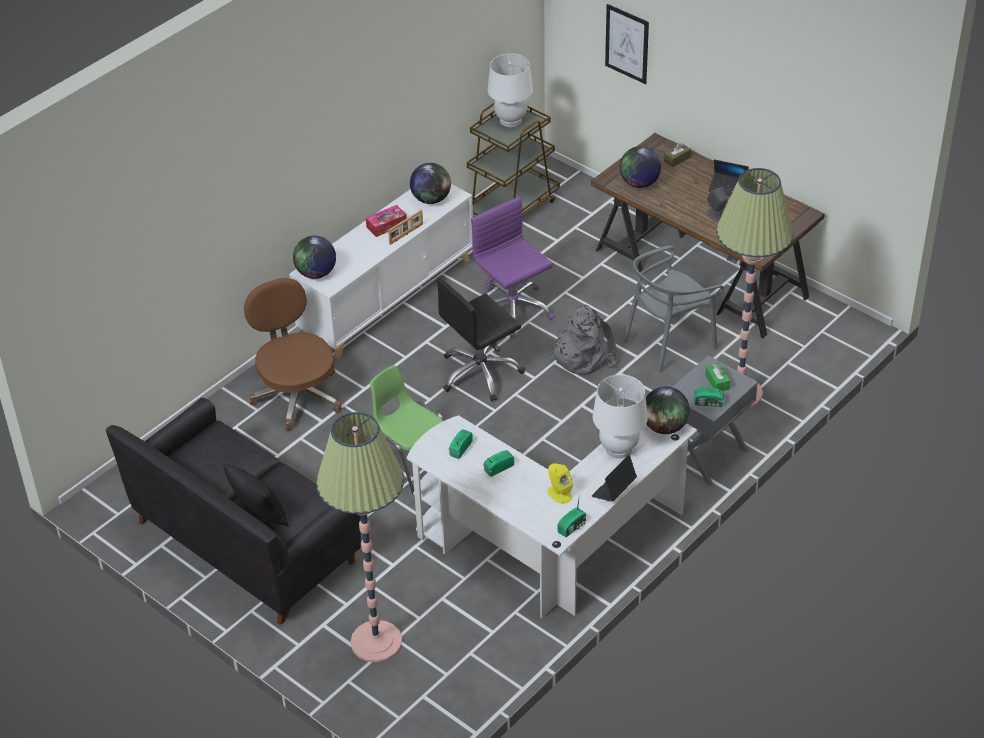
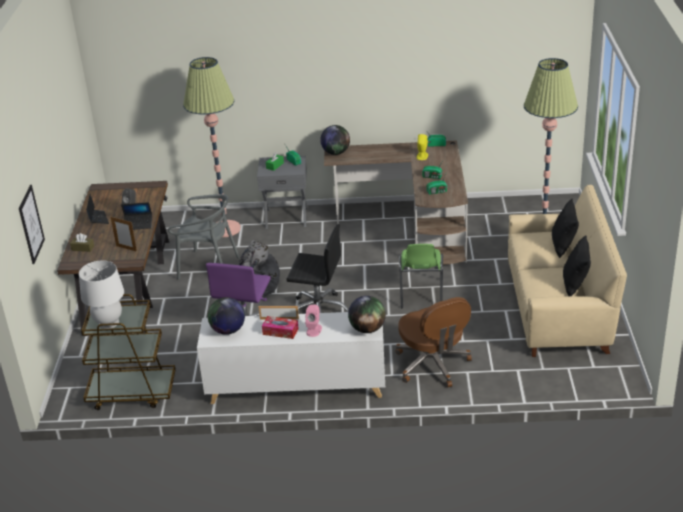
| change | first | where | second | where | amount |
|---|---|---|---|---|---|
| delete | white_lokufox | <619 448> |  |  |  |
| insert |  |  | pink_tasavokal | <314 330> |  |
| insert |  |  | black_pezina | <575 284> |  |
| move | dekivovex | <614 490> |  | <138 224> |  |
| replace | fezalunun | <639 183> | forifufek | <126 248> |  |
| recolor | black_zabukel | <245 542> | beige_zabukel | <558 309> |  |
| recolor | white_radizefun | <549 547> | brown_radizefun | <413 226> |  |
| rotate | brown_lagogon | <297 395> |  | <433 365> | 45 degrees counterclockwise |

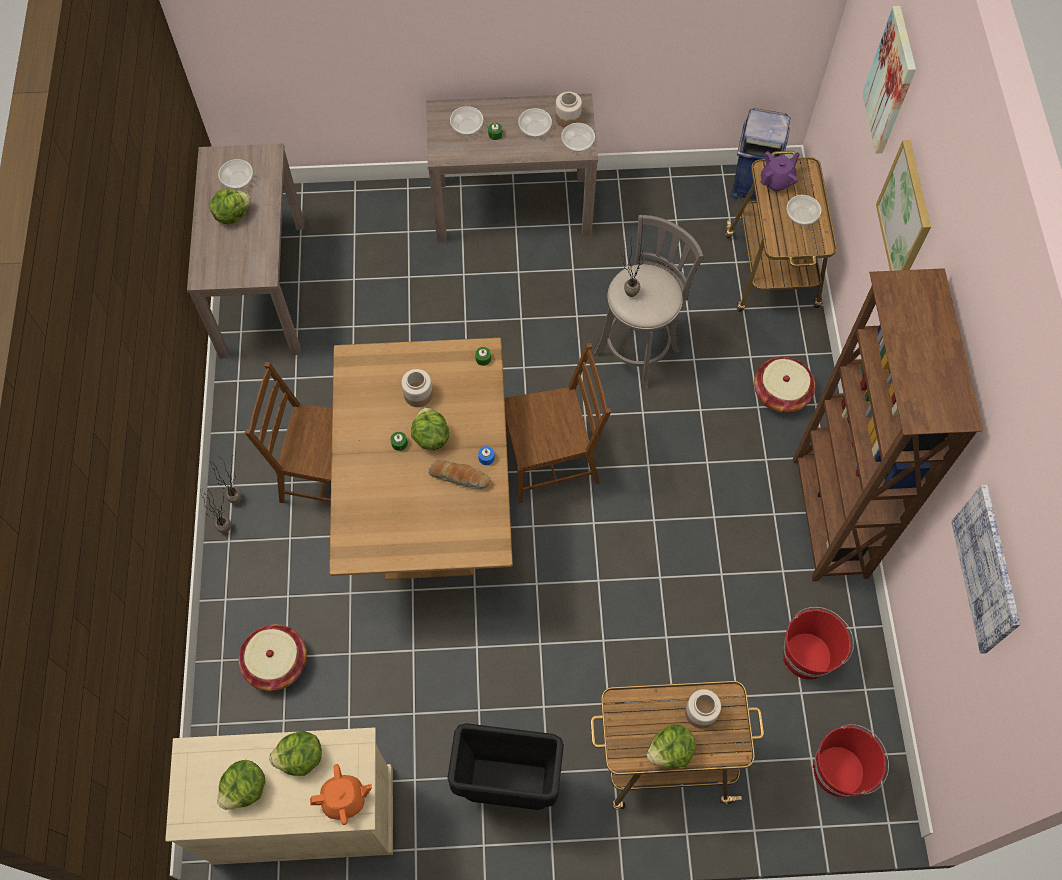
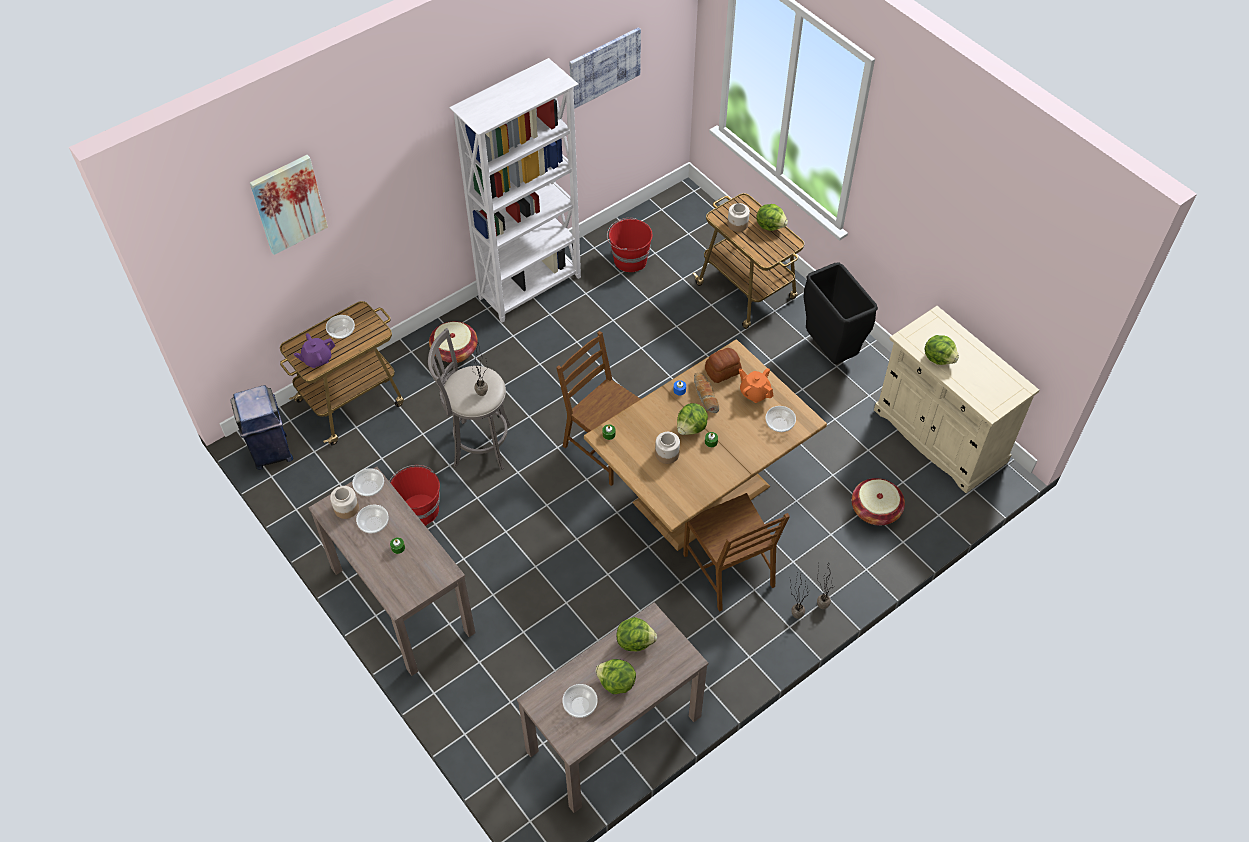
| change | first | where | second | where | amount |
|---|---|---|---|---|---|
| delete | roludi | <905 215> |  |  |  |
| insert |  |  | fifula | <723 371> |  |
| move | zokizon | <246 789> |  | <635 641> |  |
| move | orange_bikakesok | <344 799> |  | <754 393> |  |
| move | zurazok | <467 127> |  | <779 424> |  |
| move | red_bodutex | <840 770> |  | <419 509> |  |
| recolor | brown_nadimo | <828 518> | white_nadimo | <531 288> |  |
| rotate | purple_bikakesok | <777 181> |  | <317 359> | 45 degrees counterclockwise |

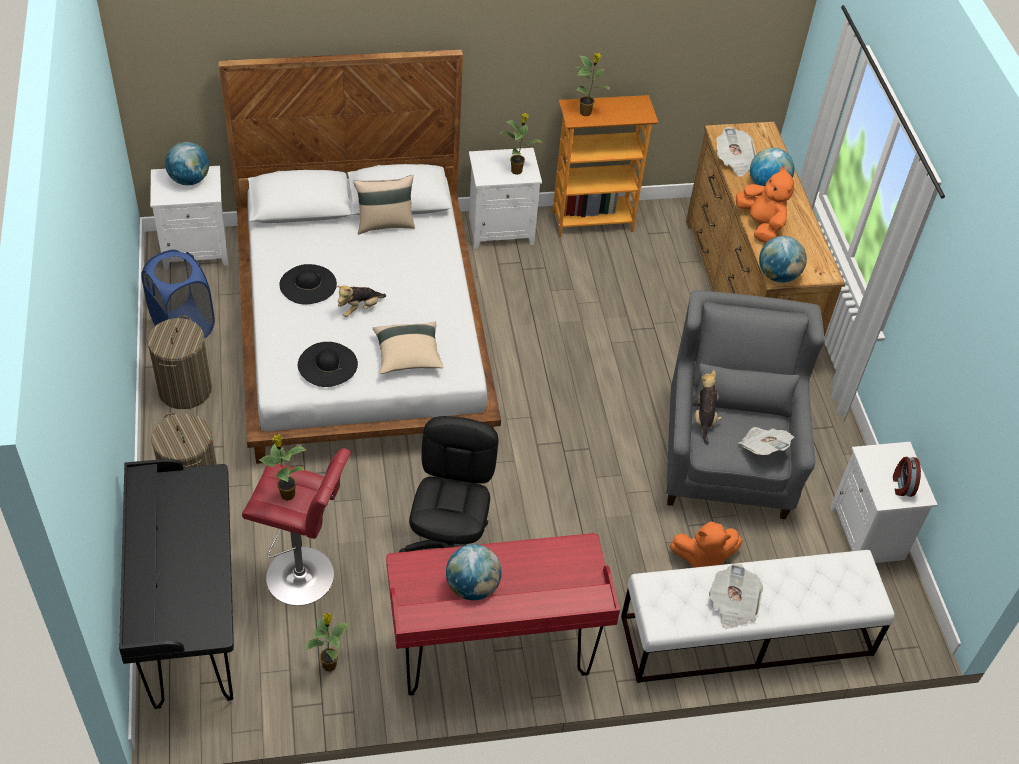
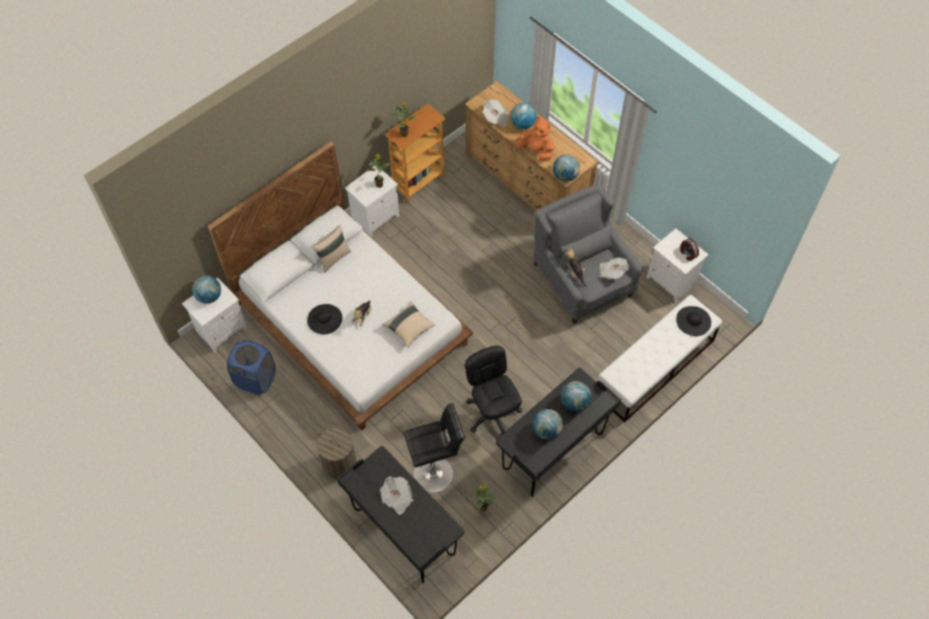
| change | first | where | second | where | amount |
|---|---|---|---|---|---|
| delete | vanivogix | <185 389> |  |  |  |
| delete | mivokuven | <286 494> |  |  |  |
| delete | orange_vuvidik | <702 557> |  |  |  |
| insert |  |  | fezalunun | <574 402> |  |
| move | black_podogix | <327 364> |  | <693 321> |  |
| move | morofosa | <732 605> |  | <397 498> |  |
| recolor | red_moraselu | <305 577> | black_moraselu | <436 472> |  |
| recolor | red_radizefun | <493 656> | black_radizefun | <553 452> |  |

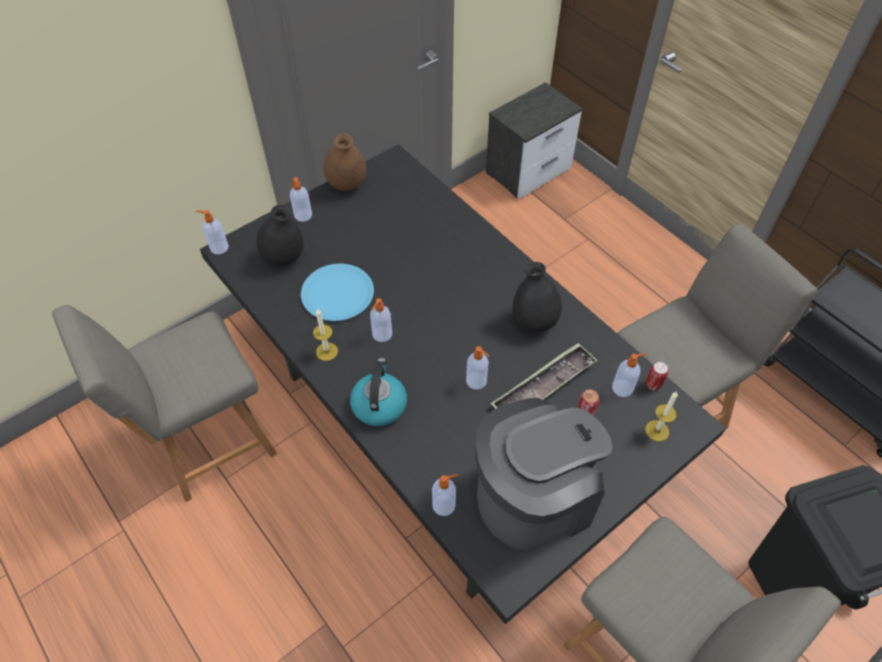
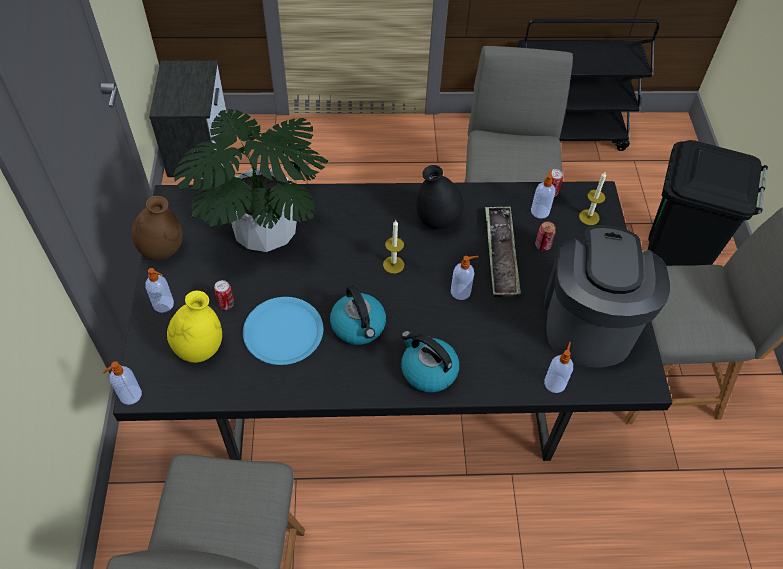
| change | first | where | second | where | amount |
|---|---|---|---|---|---|
| insert |  |  | mivokuven | <266 231> |  |
| insert |  |  | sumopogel | <226 304> |  |
| move | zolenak | <327 351> |  | <393 264> |  |
| replace | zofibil | <382 335> | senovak | <359 326> |  |
| recolor | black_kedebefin | <284 258> | yellow_kedebefin | <200 348> |  |

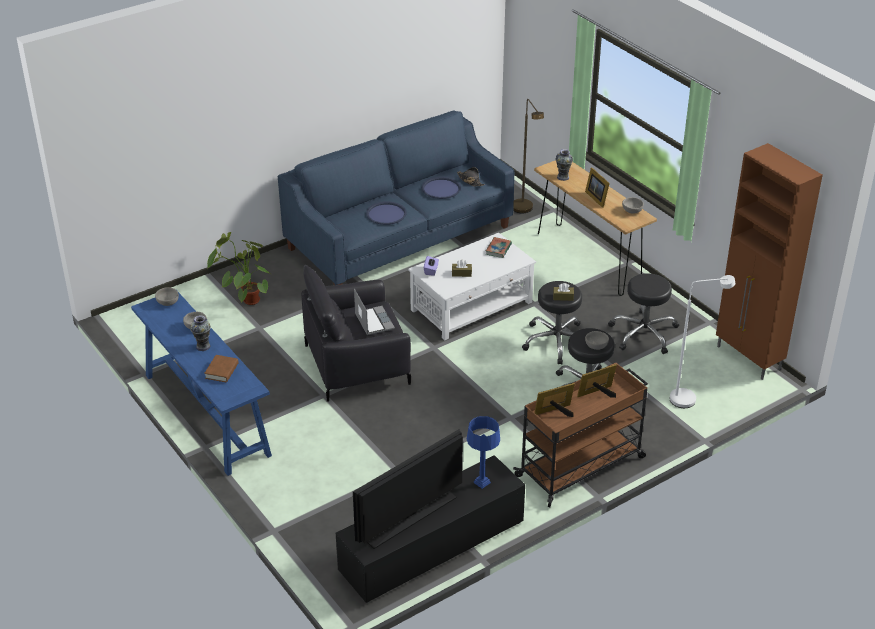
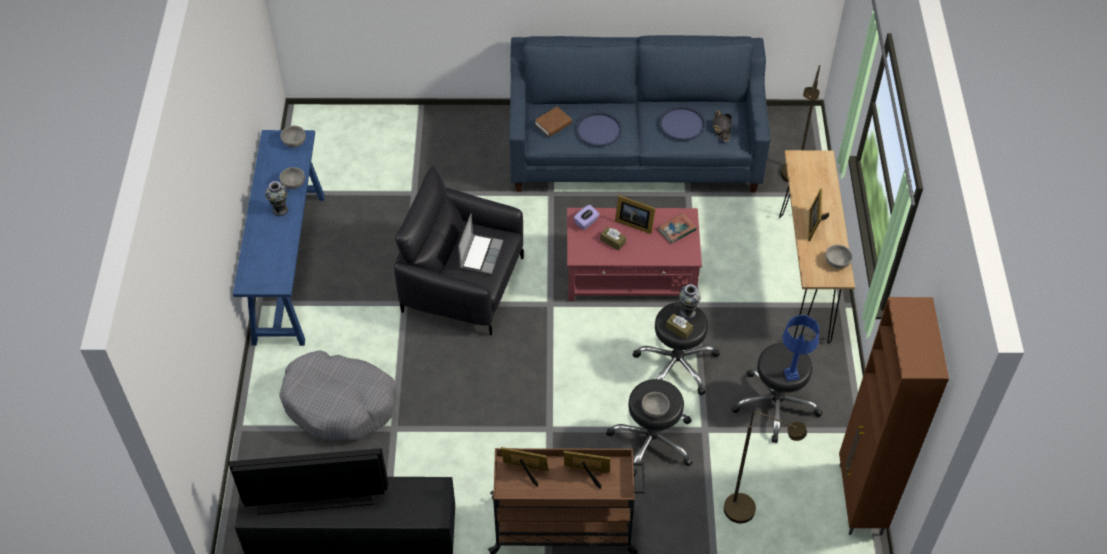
| change | first | where | second | where | amount |
|---|---|---|---|---|---|
| delete | mivokuven | <244 298> |  |  |  |
| insert |  |  | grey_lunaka | <339 404> |  |
| insert |  |  | forifufek | <633 223> |  |
| move | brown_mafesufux | <222 371> |  | <553 124> |  |
| move | blue_lokufox | <482 482> |  | <791 375> |  |
| move | kedebefin | <563 177> |  | <687 312> |  |
| recolor | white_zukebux | <472 306> | red_zukebux | <631 273> |  |
| recolor | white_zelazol | <689 398> | brown_zelazol | <748 512> |  |

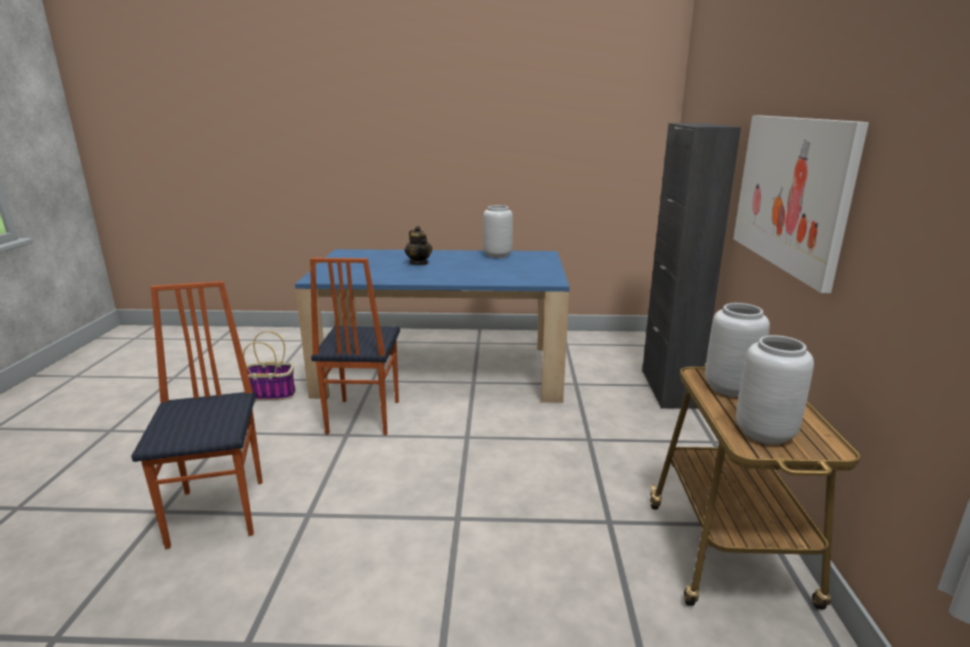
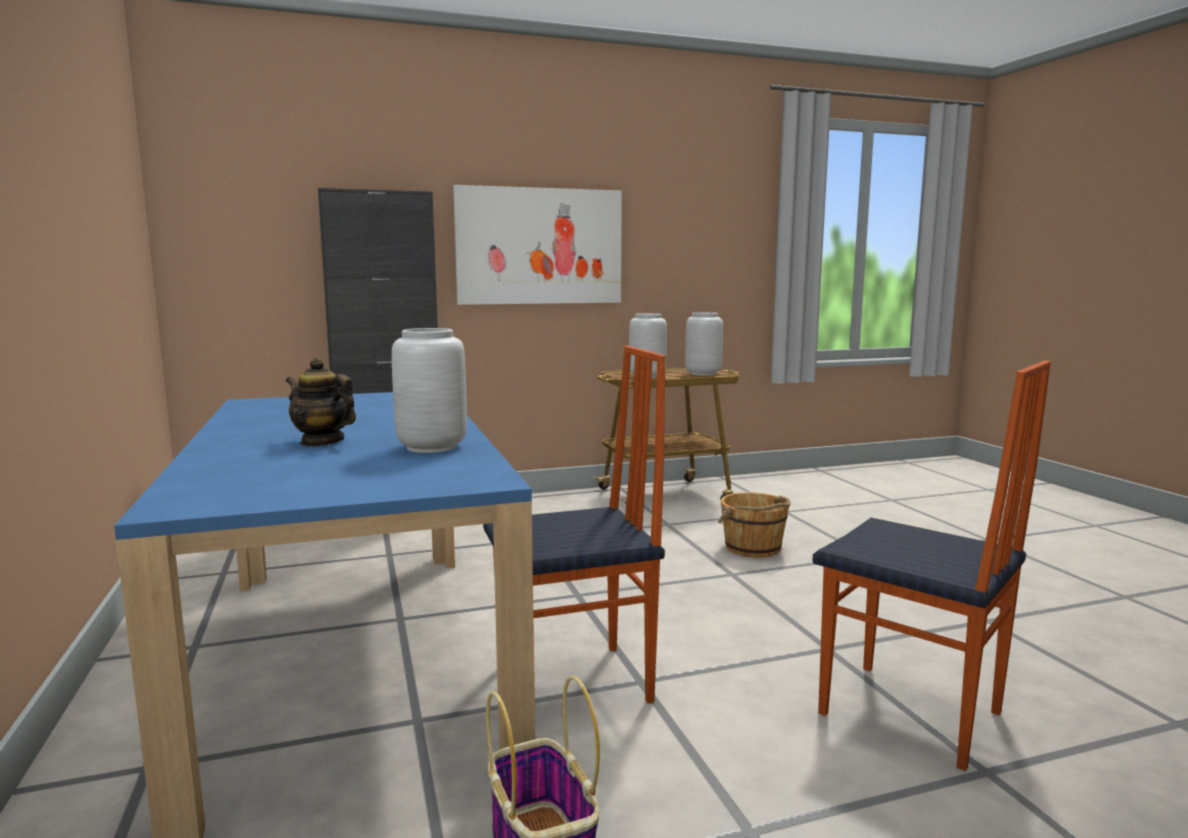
| change | first | where | second | where | amount |
|---|---|---|---|---|---|
| insert |  |  | brown_bodutex | <753 548> |  |
| move | grey_kedebefin | <497 255> |  | <433 447> |  |
| rotate | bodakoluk | <220 511> |  | <910 715> | 105 degrees counterclockwise |
| rotate | bikakesok | <419 263> |  | <322 442> | 105 degrees counterclockwise |

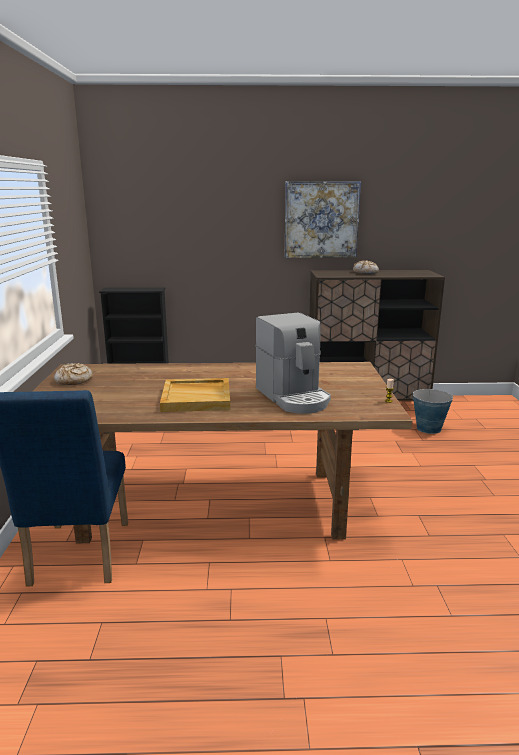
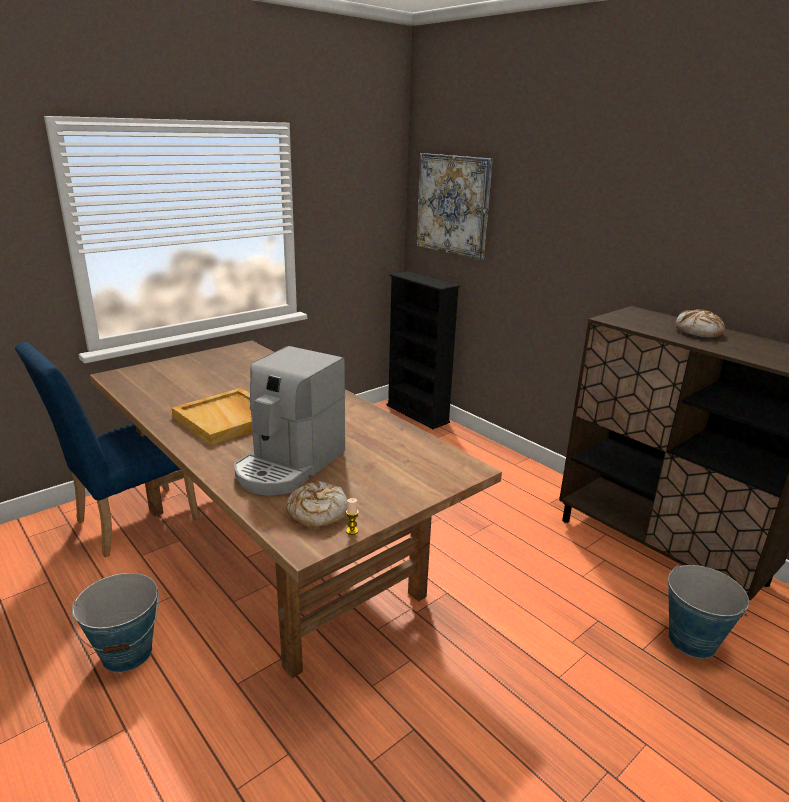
| change | first | where | second | where | amount |
|---|---|---|---|---|---|
| insert |  |  | bodutex | <127 653> |  |
| move | fifula | <74 380> |  | <317 513> |  |
| move | roludi | <321 220> |  | <453 205> |  |

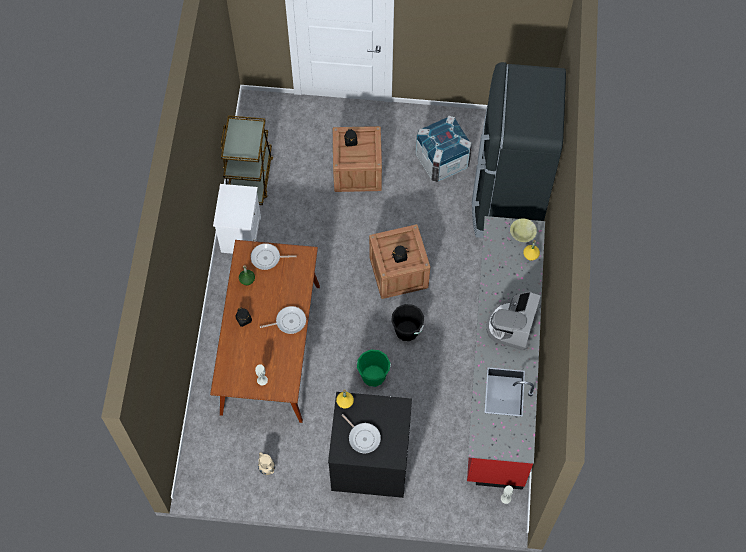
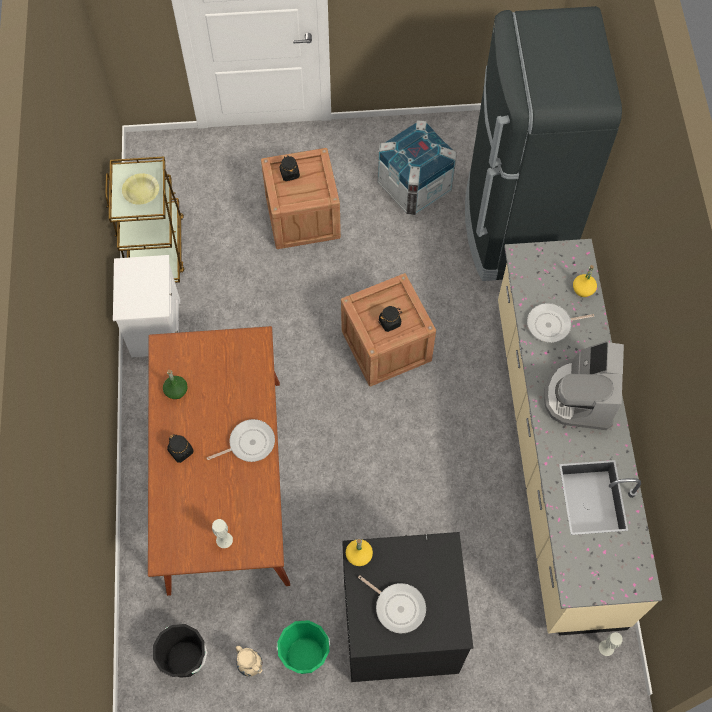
| change | first | where | second | where | amount |
|---|---|---|---|---|---|
| move | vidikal | <267 258> |  | <551 325> |  |
| move | green_bodutex | <373 375> |  | <305 655> |  |
| move | black_bodutex | <407 330> |  | <185 659> |  |
| move | yellow_zurazok | <523 232> |  | <141 192> |  |
| recolor | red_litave | <499 368> | beige_litave | <555 458> |  |

